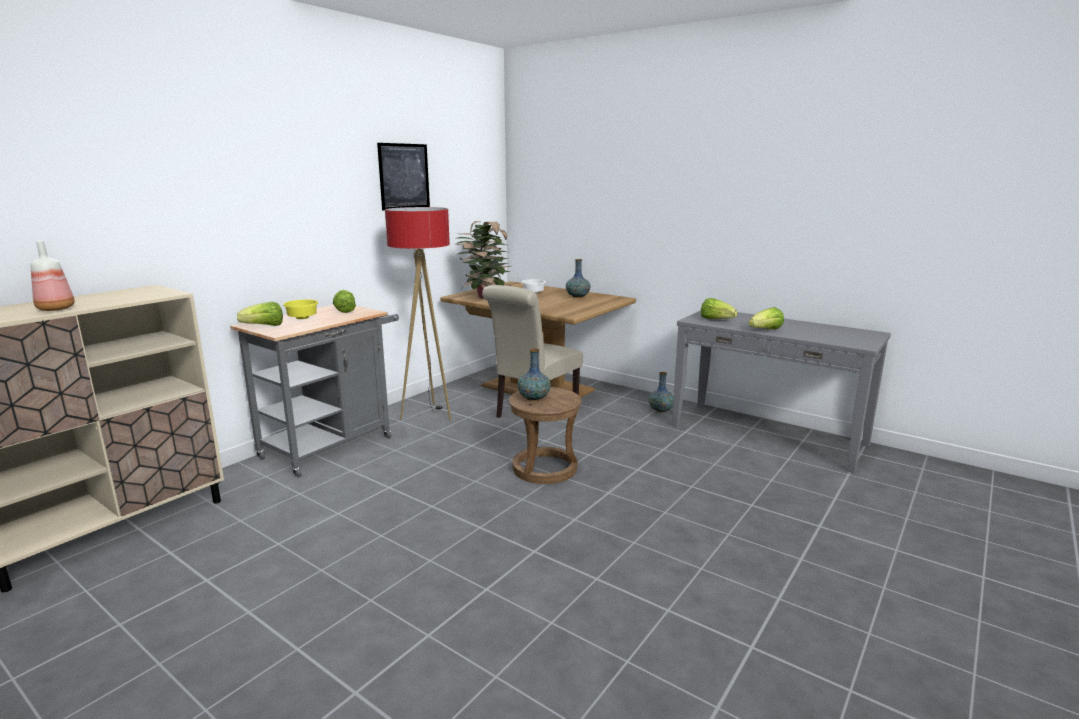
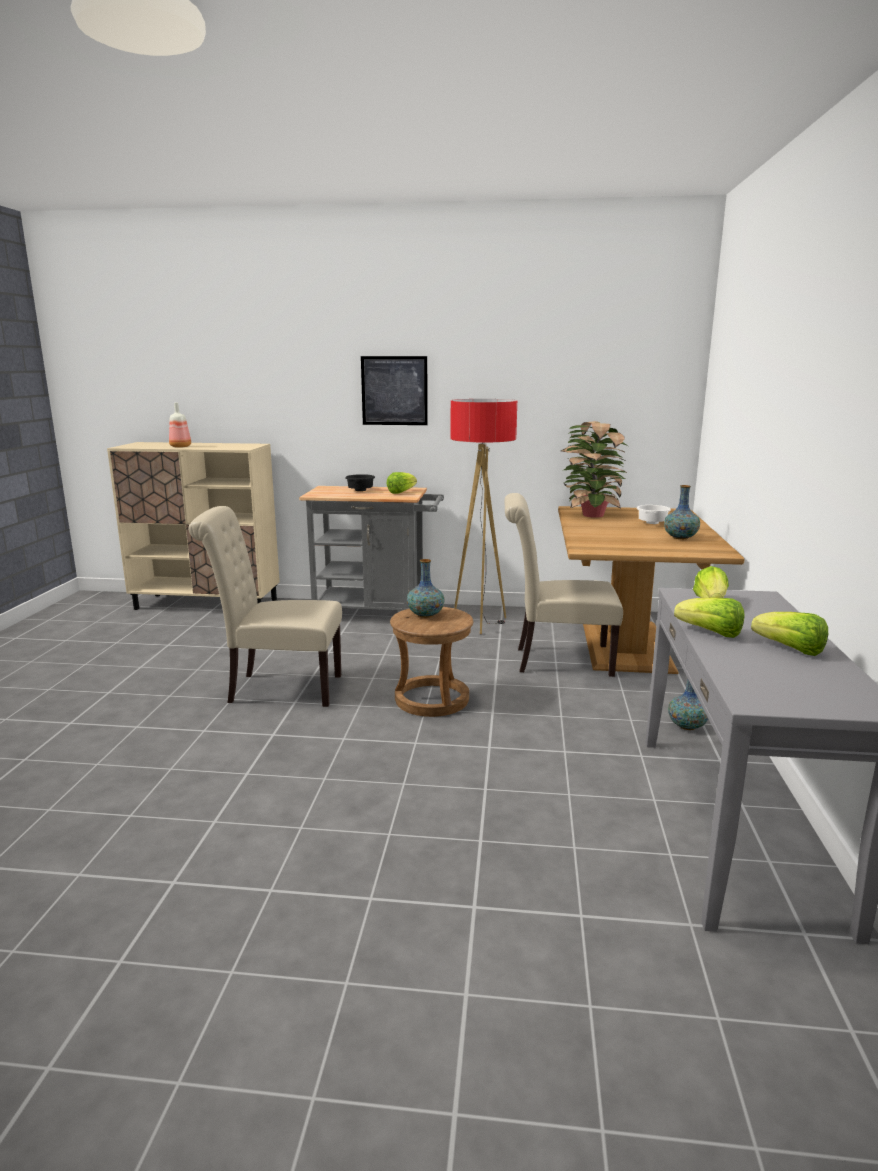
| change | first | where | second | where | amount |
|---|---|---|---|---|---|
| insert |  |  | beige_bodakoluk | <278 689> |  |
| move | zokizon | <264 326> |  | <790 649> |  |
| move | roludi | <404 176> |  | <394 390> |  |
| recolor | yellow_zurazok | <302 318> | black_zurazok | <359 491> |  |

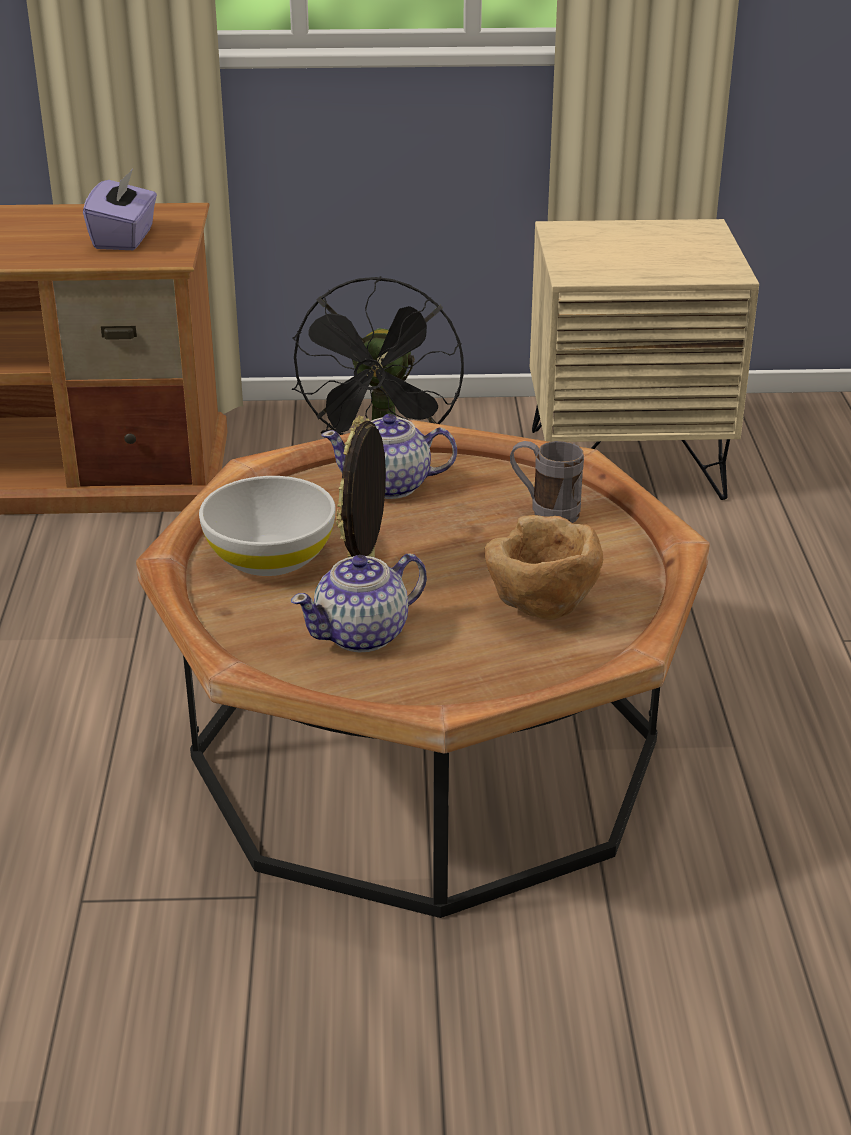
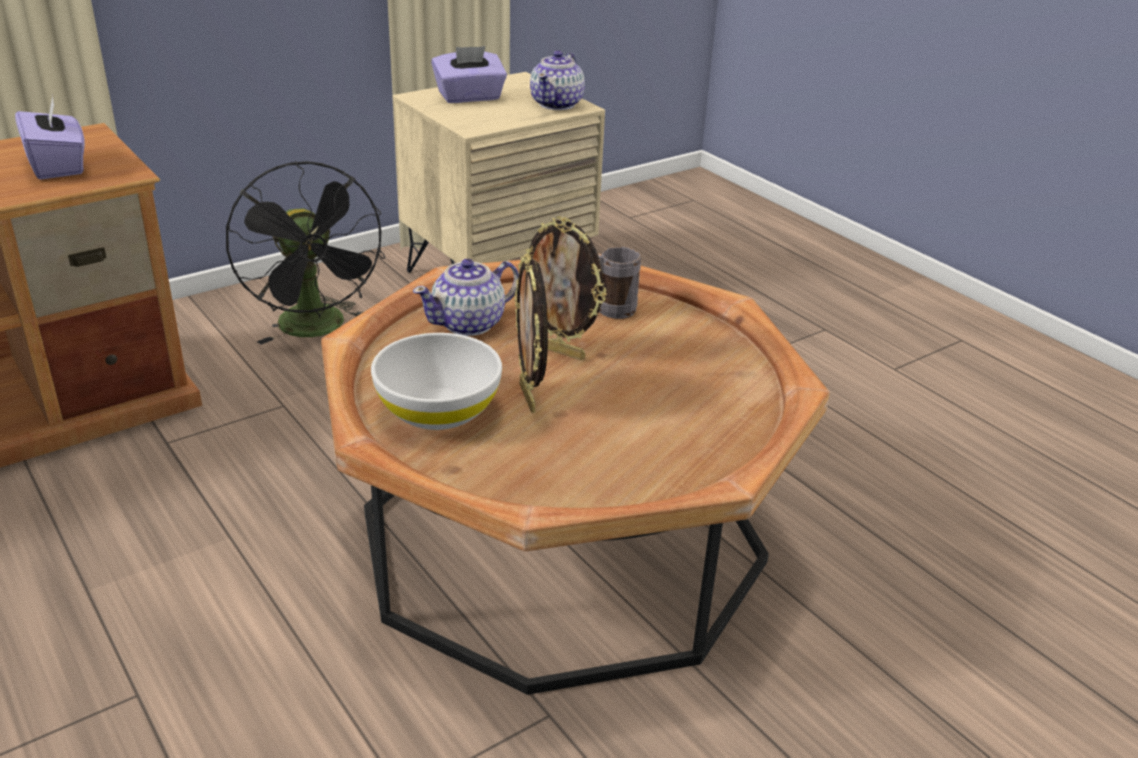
| change | first | where | second | where | amount |
|---|---|---|---|---|---|
| delete | brown_zurazok | <541 609> |  |  |  |
| insert |  |  | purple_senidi | <469 97> |  |
| insert |  |  | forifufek | <560 351> |  |
| move | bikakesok | <363 634> |  | <557 104> |  |

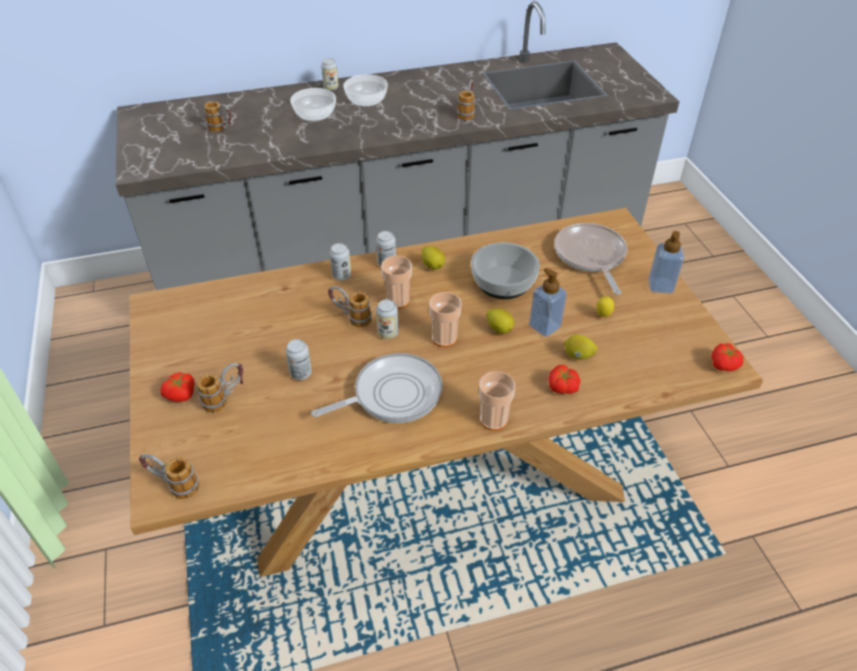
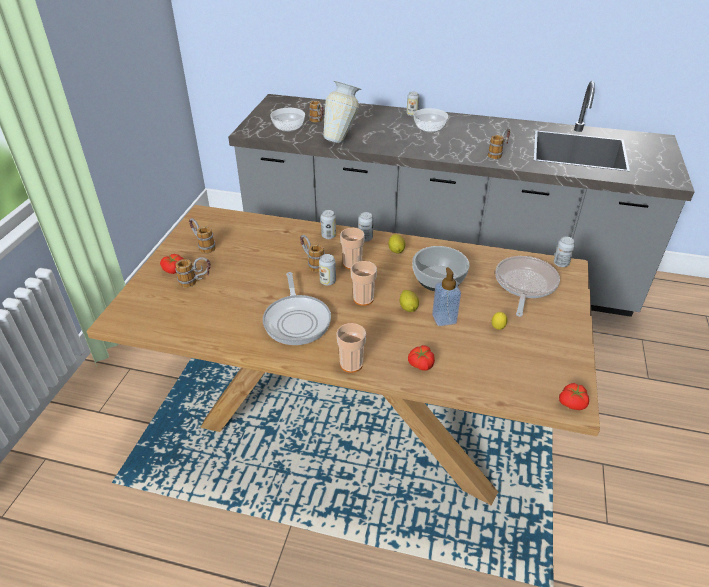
| change | first | where | second | where | amount |
|---|---|---|---|---|---|
| delete | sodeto | <578 356> |  |  |  |
| delete | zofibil | <660 286> |  |  |  |
| insert |  |  | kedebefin | <342 138> |  |
| move | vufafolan | <174 485> |  | <202 245> |  |
| move | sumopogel | <301 373> |  | <561 263> |  |
| move | zurazok | <314 115> |  | <288 127> |  |
| rotate | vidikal | <392 394> |  | <297 320> | 75 degrees clockwise |

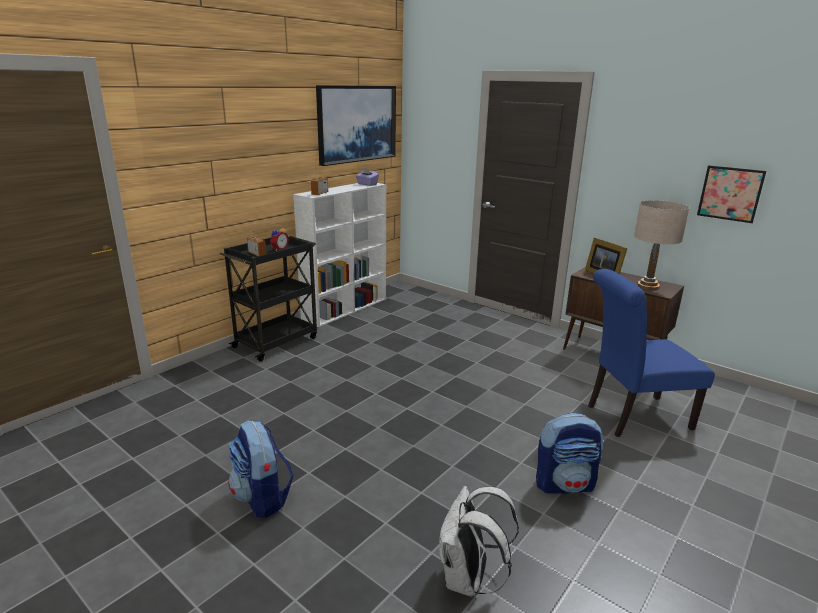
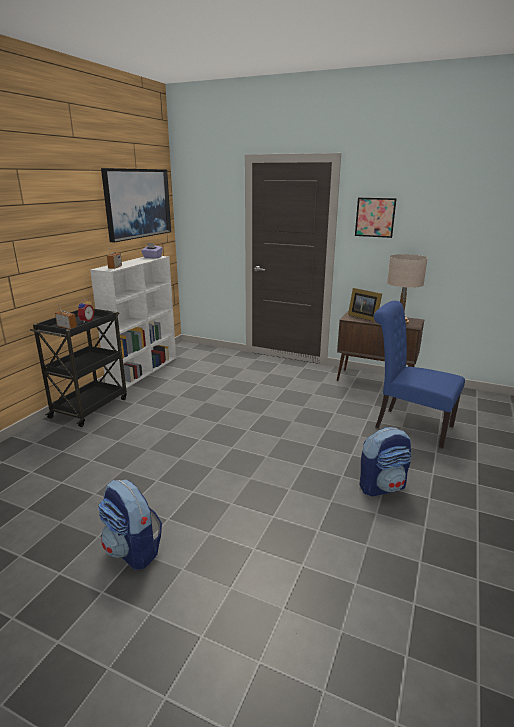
| change | first | where | second | where | amount |
|---|---|---|---|---|---|
| delete | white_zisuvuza | <468 579> |  |  |  |
| move | roludi | <730 193> |  | <375 217> |  |
| rotate | blue_bodakoluk | <632 417> |  | <408 425> | 60 degrees clockwise |

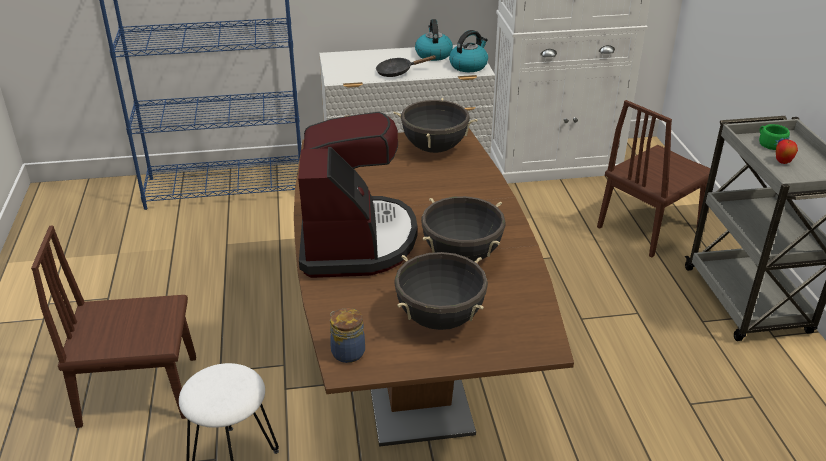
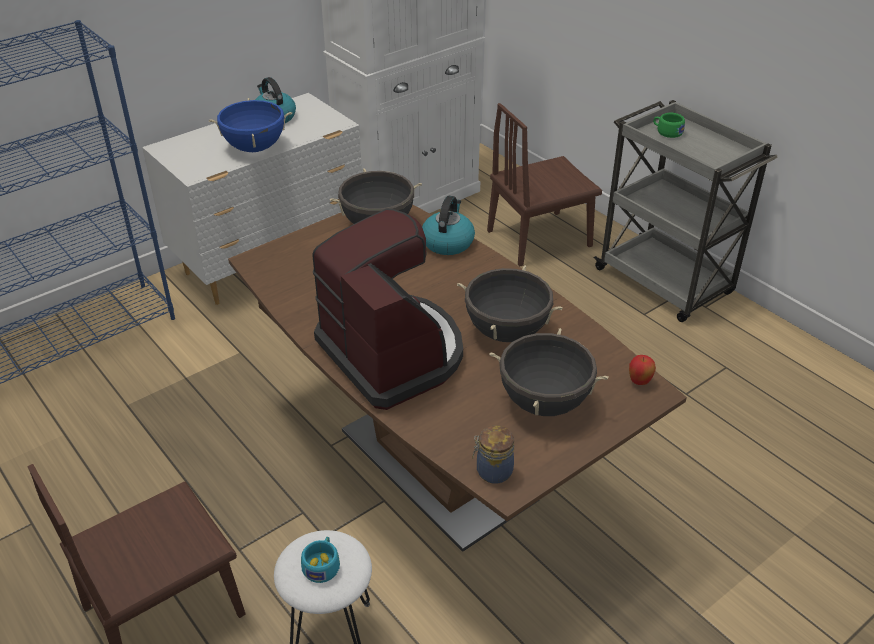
| change | first | where | second | where | amount |
|---|---|---|---|---|---|
| insert |  |  | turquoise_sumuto | <322 565> |  |
| move | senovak | <468 66> |  | <447 242> |  |
| move | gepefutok | <782 162> |  | <639 382> |  |
| replace | black_vidikal | <398 72> | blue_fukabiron | <255 148> |  |
| rotate | brown_bodakoluk | <649 227> |  | <539 238> | 45 degrees clockwise |

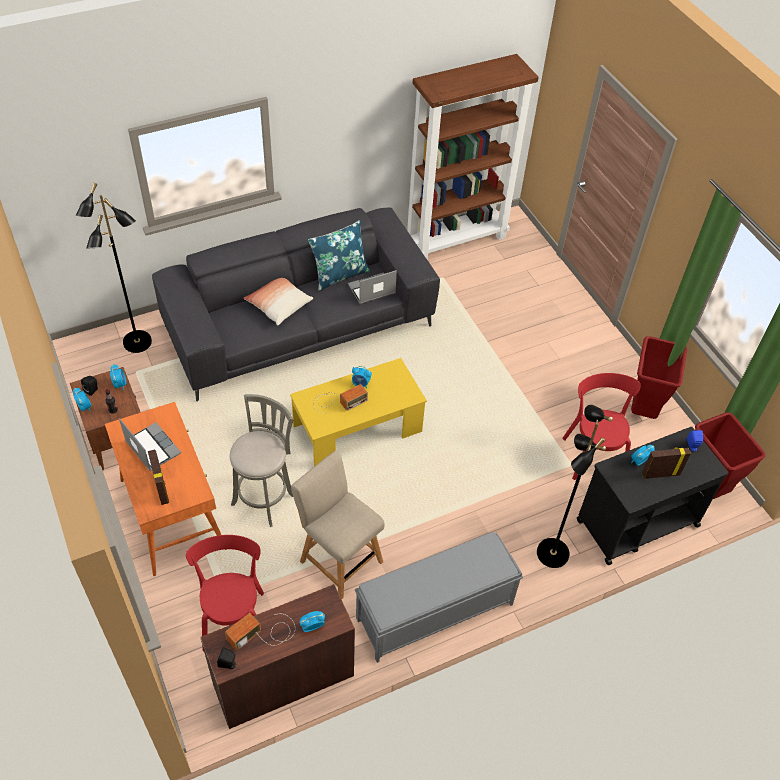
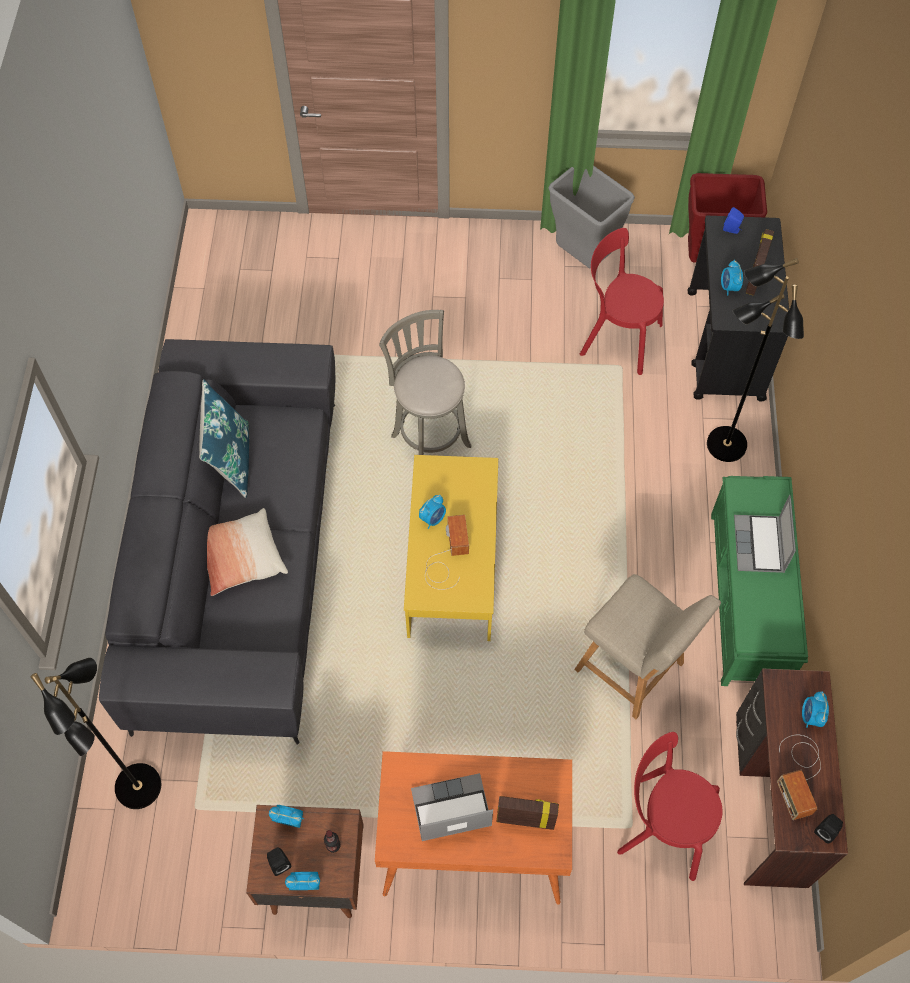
| change | first | where | second | where | amount |
|---|---|---|---|---|---|
| delete | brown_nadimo | <456 239> |  |  |  |
| move | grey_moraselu | <265 498> |  | <428 438> |  |
| move | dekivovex | <371 290> |  | <760 545> |  |
| recolor | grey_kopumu | <433 612> | green_kopumu | <748 599> |  |
| recolor | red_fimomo | <643 410> | grey_fimomo | <583 258> |  |
| rotate | beige_bodakoluk | <338 559> |  | <633 670> | 120 degrees counterclockwise |

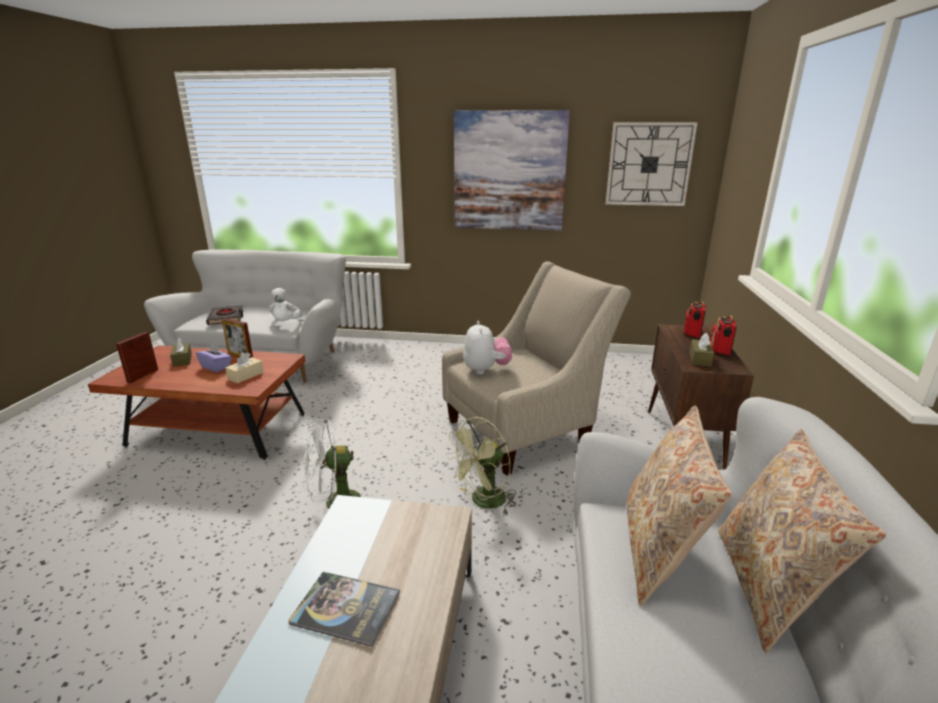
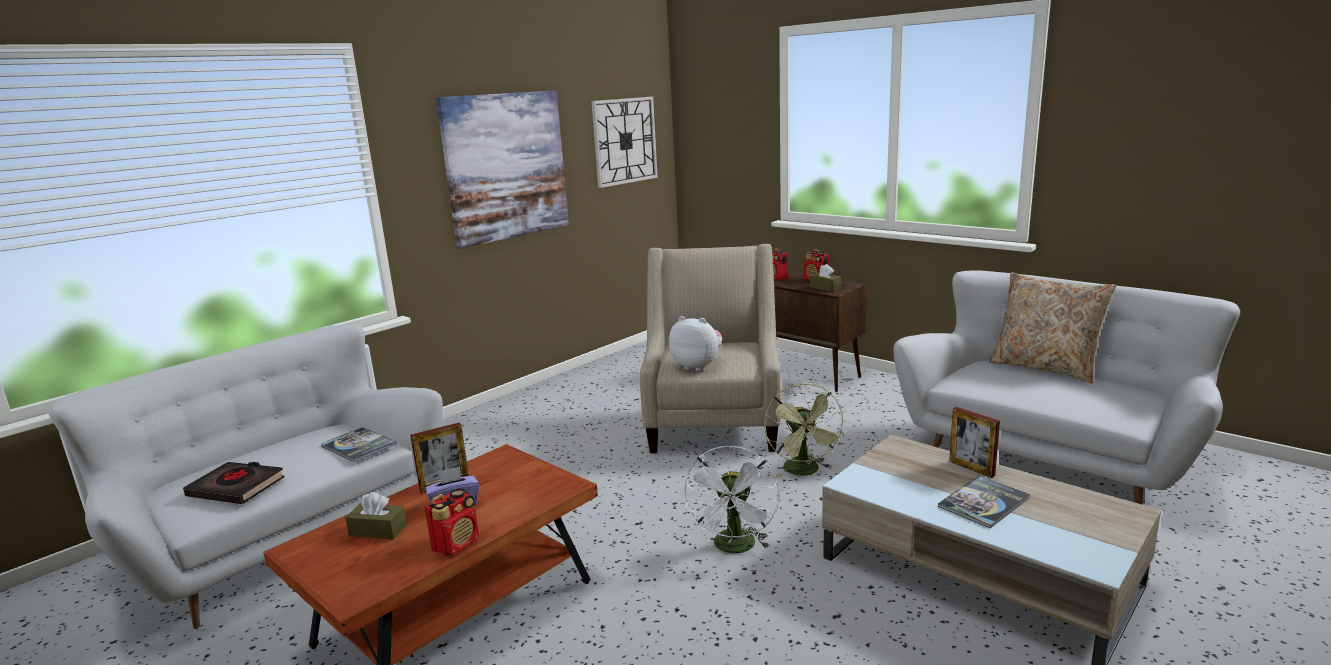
| change | first | where | second | where | amount |
|---|---|---|---|---|---|
| delete | beige_senidi | <245 376> |  |  |  |
| delete | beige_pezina | <659 552> |  |  |  |
| insert |  |  | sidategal | <457 544> |  |
| move | forifufek | <143 376> |  | <971 468> |  |
| replace | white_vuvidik | <286 323> | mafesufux | <358 445> |  |

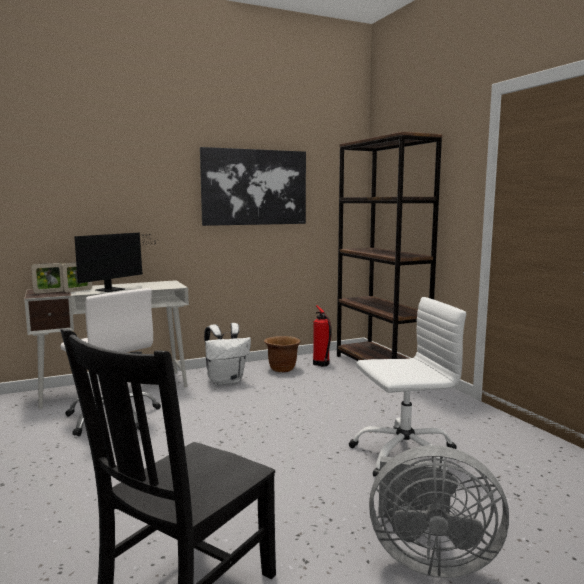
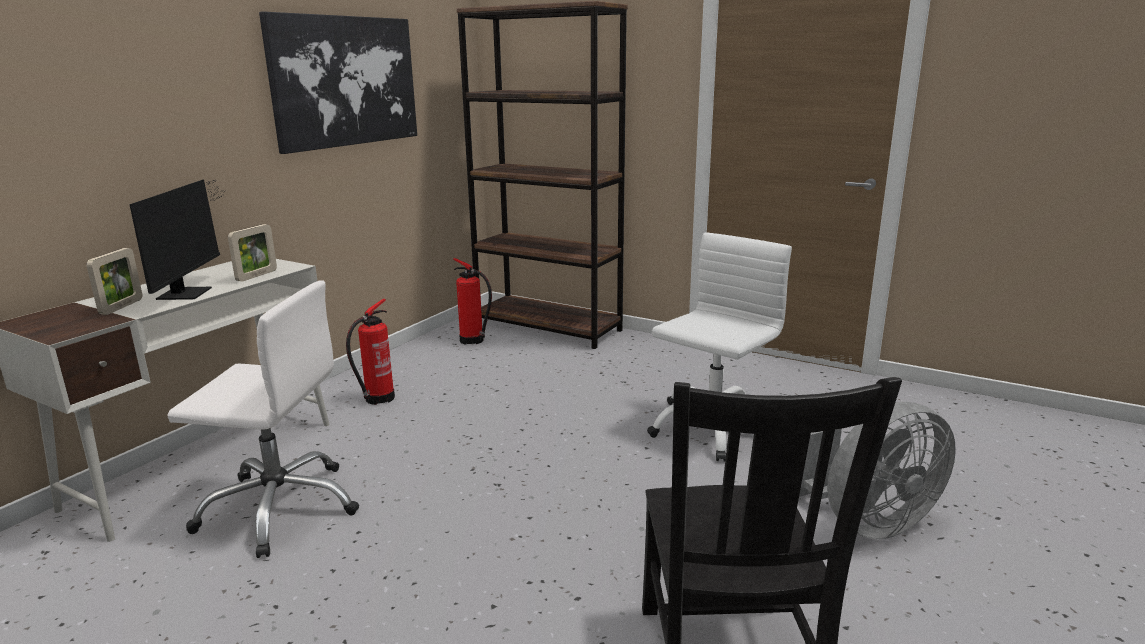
| change | first | where | second | where | amount |
|---|---|---|---|---|---|
| delete | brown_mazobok | <282 369> |  |  |  |
| move | forifufek | <49 292> |  | <257 275> |  |
| replace | white_zisuvuza | <226 381> | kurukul | <377 399> |  |

